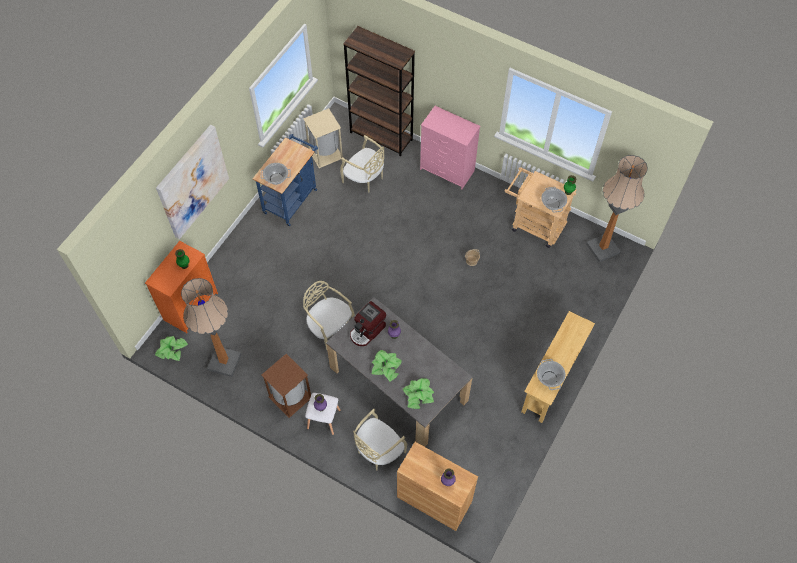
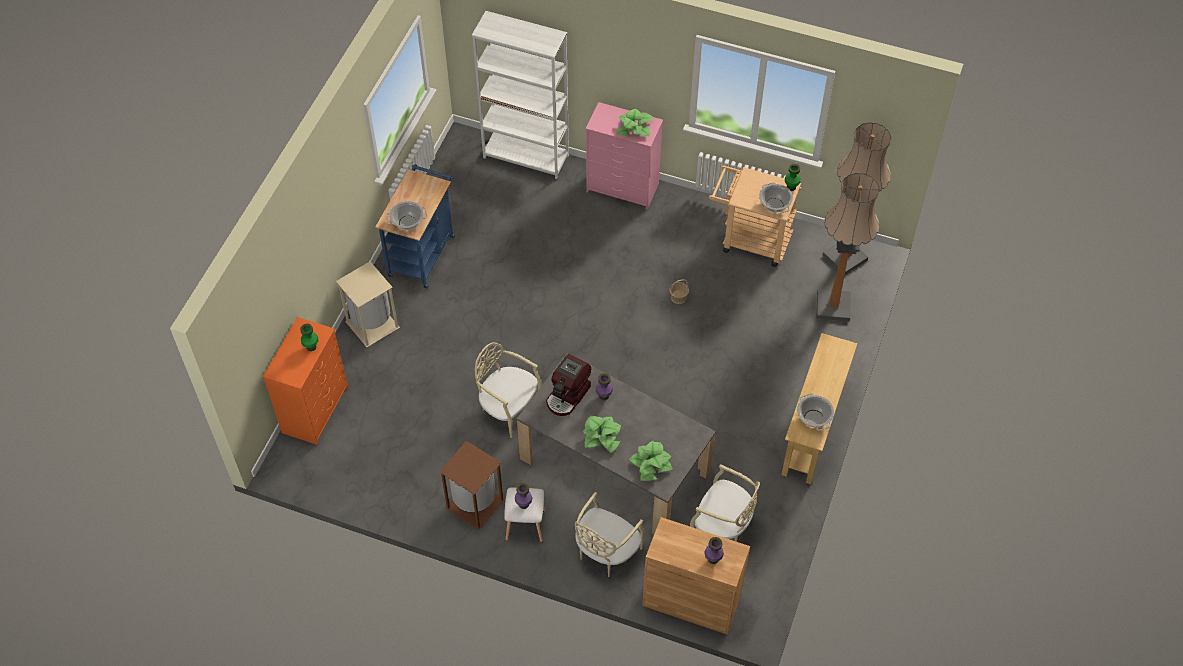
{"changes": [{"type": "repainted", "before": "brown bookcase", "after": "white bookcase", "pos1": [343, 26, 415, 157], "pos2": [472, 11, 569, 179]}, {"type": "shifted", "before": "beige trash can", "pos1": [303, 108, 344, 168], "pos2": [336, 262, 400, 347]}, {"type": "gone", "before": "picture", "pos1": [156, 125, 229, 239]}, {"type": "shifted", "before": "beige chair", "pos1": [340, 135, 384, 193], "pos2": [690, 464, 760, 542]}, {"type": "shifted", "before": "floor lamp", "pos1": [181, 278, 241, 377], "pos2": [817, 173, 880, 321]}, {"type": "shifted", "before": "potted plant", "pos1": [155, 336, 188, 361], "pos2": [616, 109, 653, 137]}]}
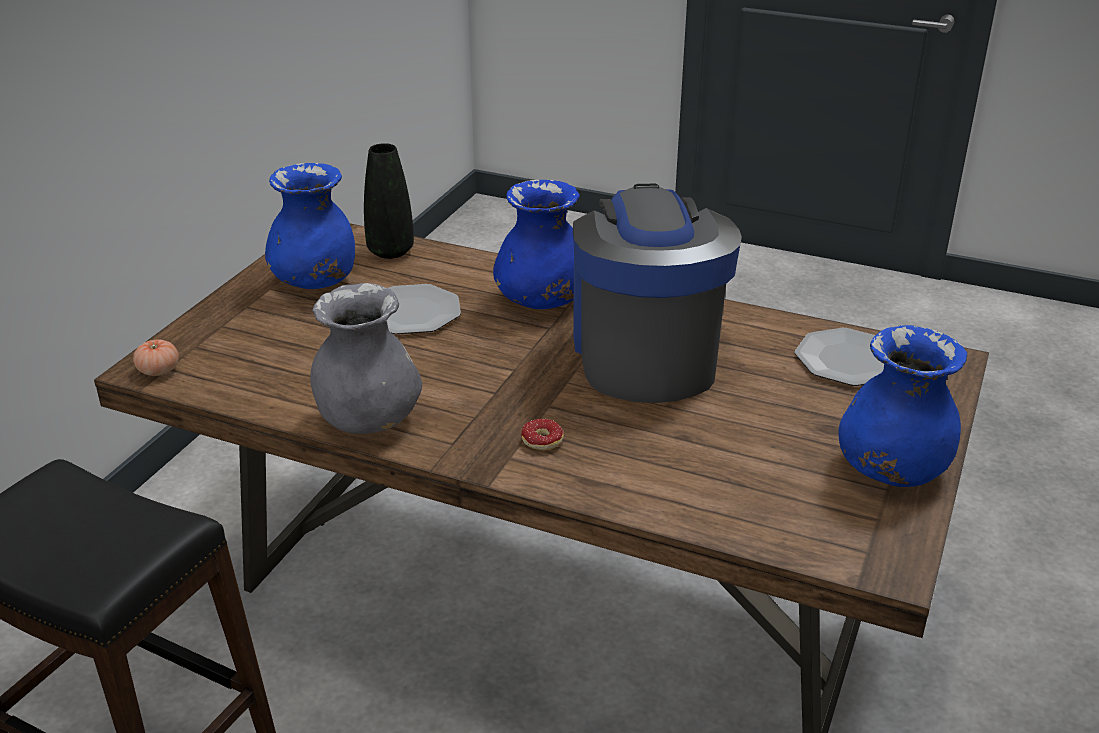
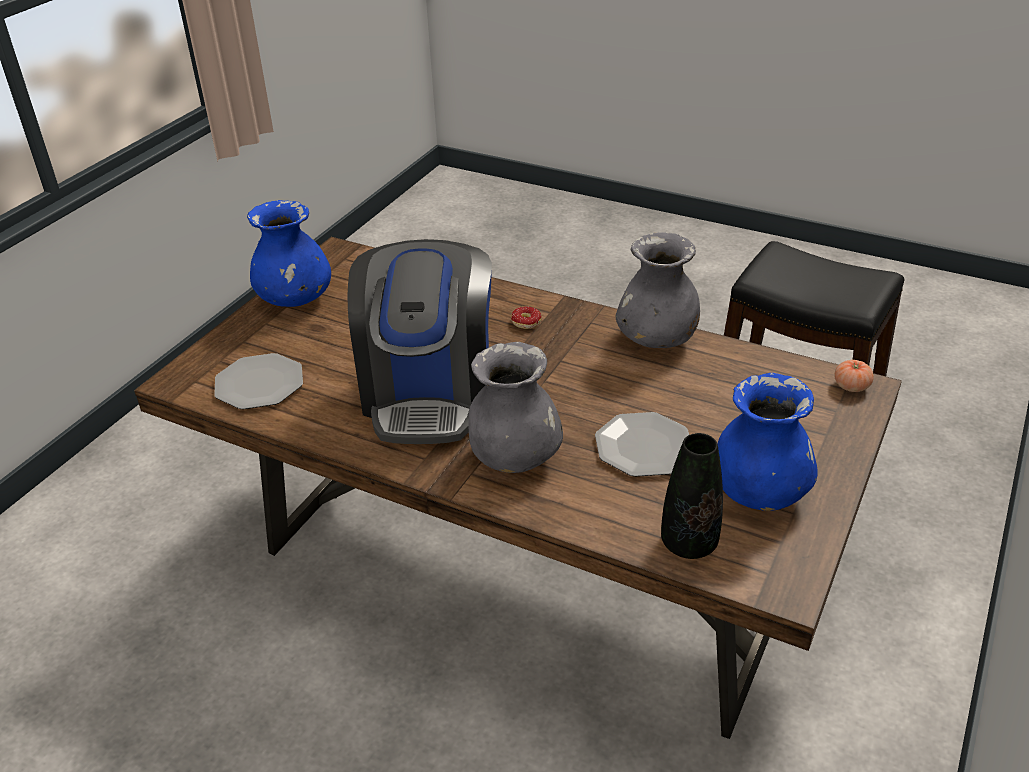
{"changes": [{"type": "repainted", "before": "blue vase", "after": "grey vase", "pos1": [493, 180, 580, 309], "pos2": [468, 342, 563, 473]}]}
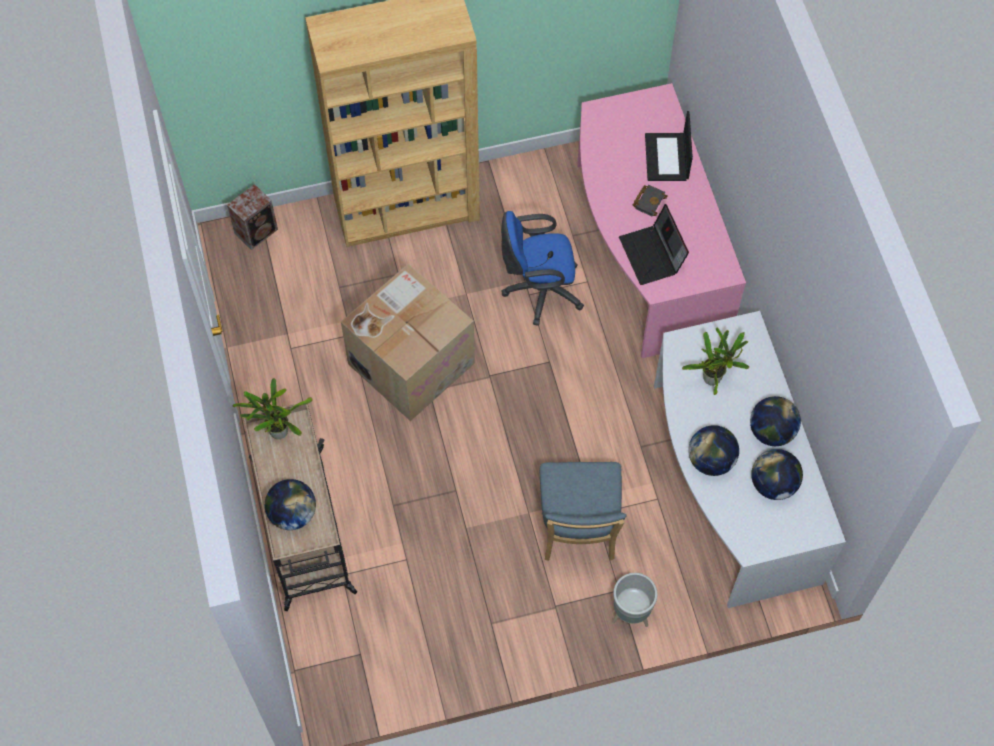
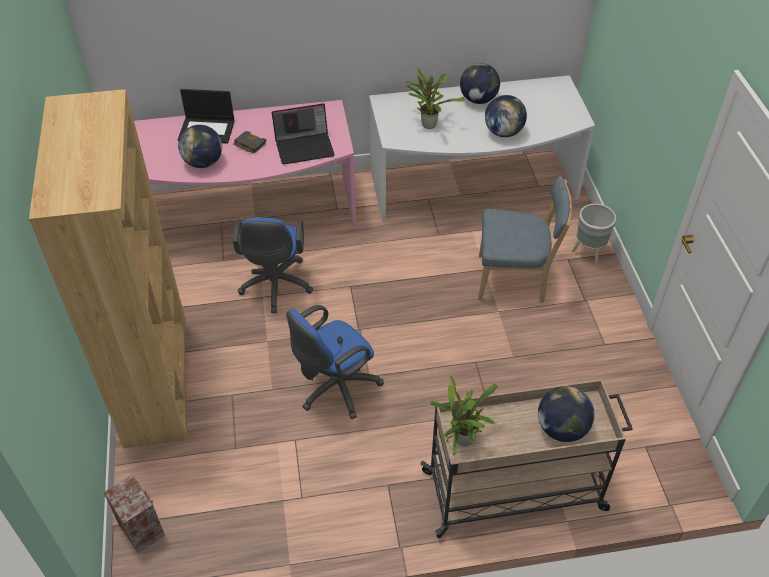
{"changes": [{"type": "swapped", "before": "cardboard box", "after": "blue office chair", "pos1": [341, 264, 475, 421], "pos2": [286, 305, 384, 419]}, {"type": "shifted", "before": "globe", "pos1": [751, 449, 803, 500], "pos2": [178, 125, 222, 168]}]}
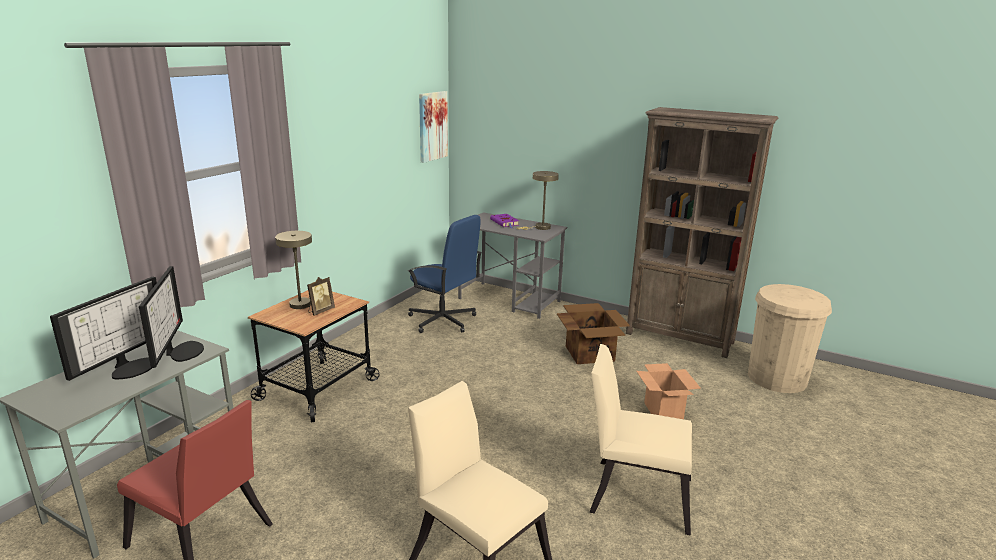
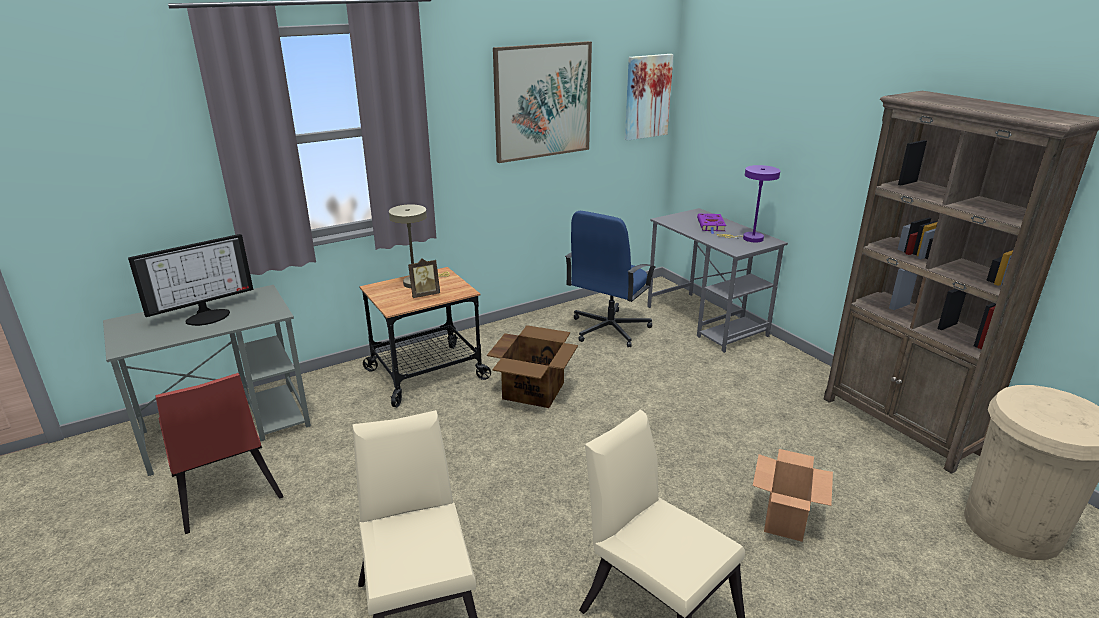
{"changes": [{"type": "repainted", "before": "beige table lamp", "after": "purple table lamp", "pos1": [517, 171, 559, 230], "pos2": [717, 165, 780, 243]}, {"type": "rotated", "before": "blue office chair", "pos1": [408, 215, 482, 333], "pos2": [565, 211, 656, 348], "turn": 60}, {"type": "gone", "before": "monitor", "pos1": [139, 266, 204, 368]}, {"type": "shifted", "before": "cardboard box", "pos1": [557, 303, 630, 364], "pos2": [487, 325, 578, 408]}, {"type": "new", "after": "picture", "pos2": [493, 41, 592, 163]}]}
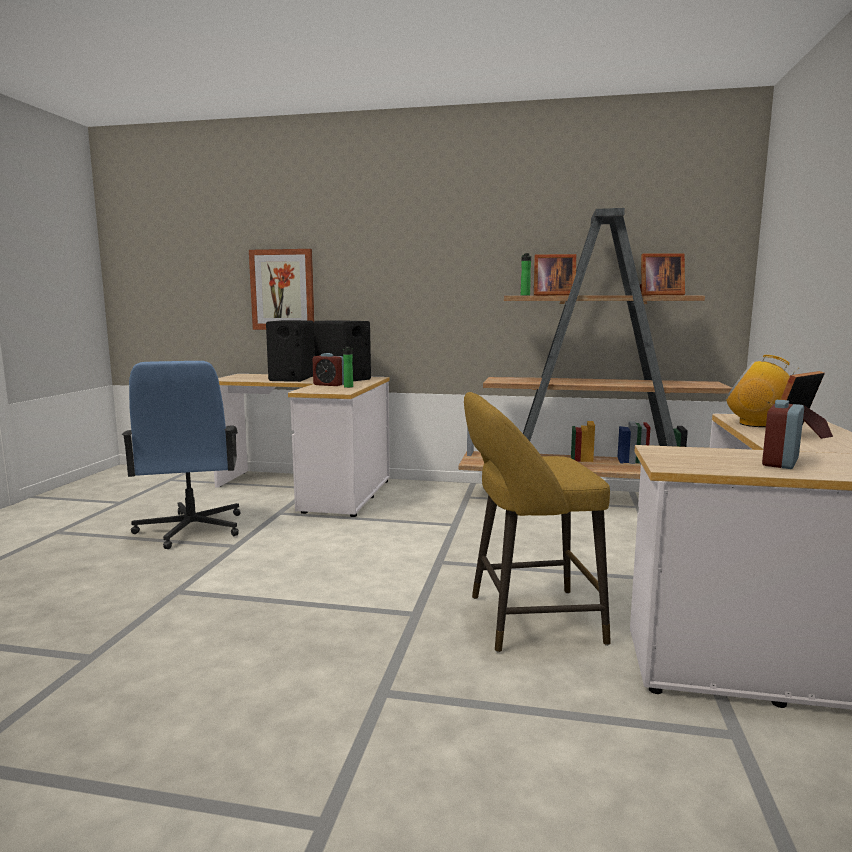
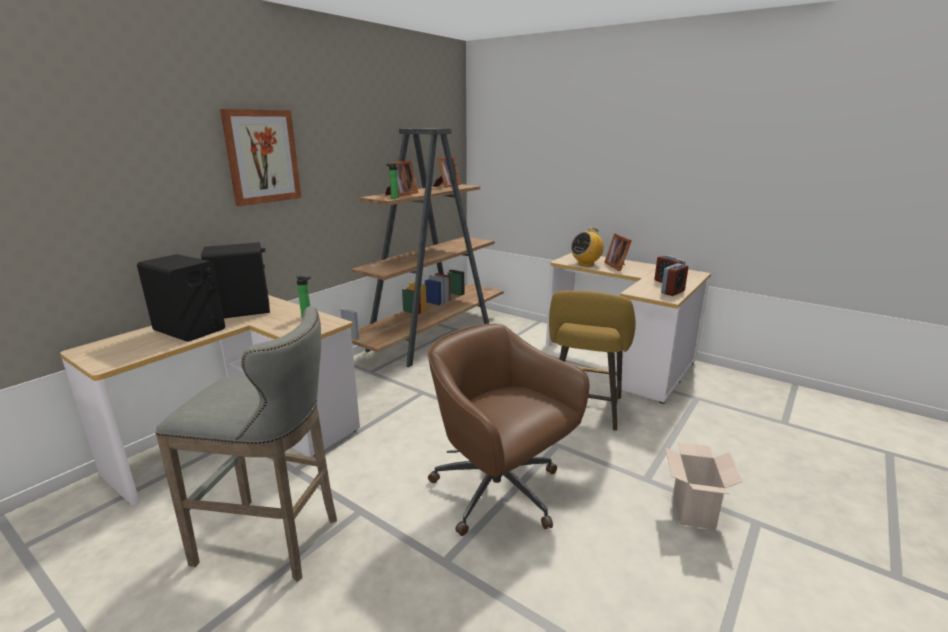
{"changes": [{"type": "shifted", "before": "picture", "pos1": [249, 249, 314, 330], "pos2": [220, 109, 301, 206]}, {"type": "shifted", "before": "alarm clock", "pos1": [313, 353, 344, 386], "pos2": [661, 263, 688, 296]}, {"type": "swapped", "before": "blue office chair", "after": "grey stool", "pos1": [122, 361, 241, 549], "pos2": [156, 306, 337, 582]}, {"type": "new", "after": "brown office chair", "pos2": [428, 324, 589, 536]}, {"type": "new", "after": "cardboard box", "pos2": [665, 443, 742, 530]}]}
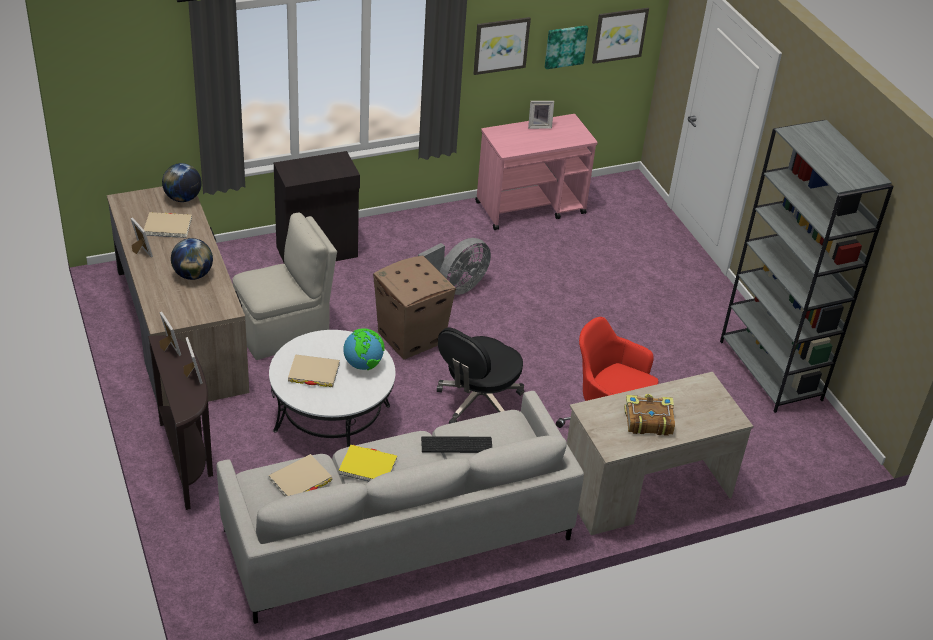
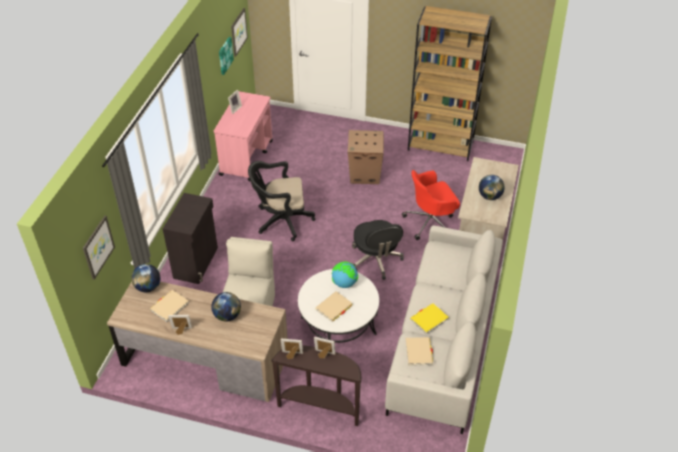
{"changes": [{"type": "shifted", "before": "picture", "pos1": [473, 17, 531, 75], "pos2": [83, 216, 115, 280]}, {"type": "repainted", "before": "grey bookcase", "after": "brown bookcase", "pos1": [720, 120, 894, 413], "pos2": [408, 6, 492, 161]}, {"type": "swapped", "before": "grey fan", "after": "black office chair", "pos1": [418, 238, 491, 295], "pos2": [248, 161, 315, 241]}, {"type": "shifted", "before": "cardboard box", "pos1": [373, 256, 456, 359], "pos2": [348, 130, 384, 184]}, {"type": "swapped", "before": "book", "after": "globe", "pos1": [624, 394, 675, 436], "pos2": [479, 175, 505, 200]}, {"type": "gone", "before": "keyboard", "pos1": [421, 436, 492, 453]}]}
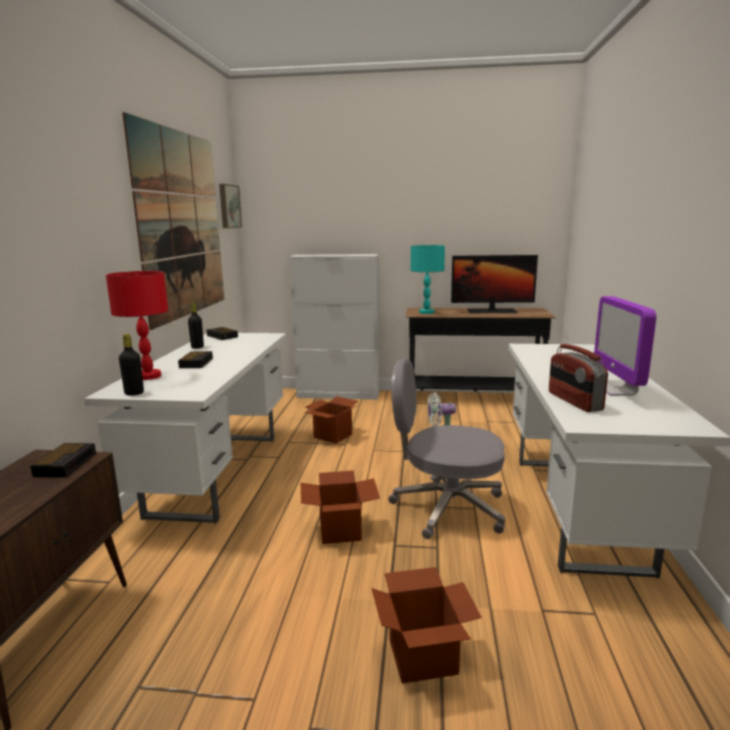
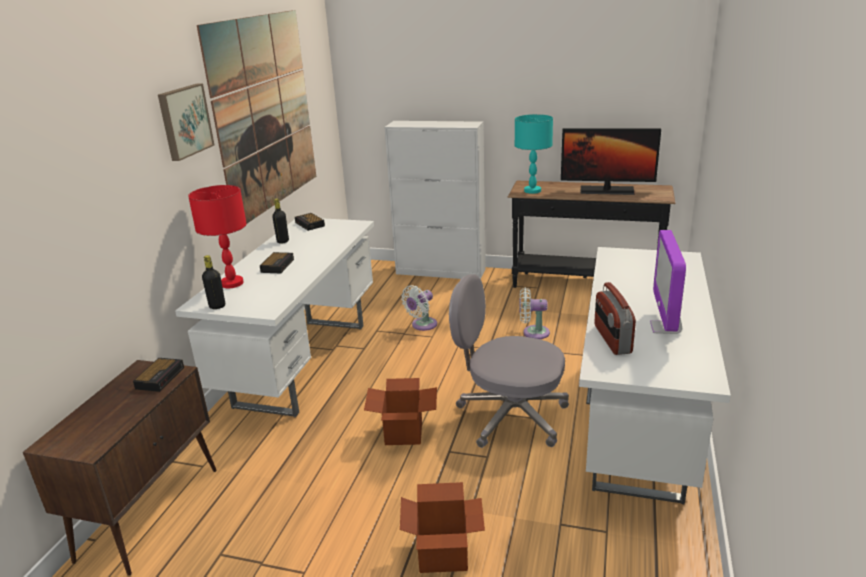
{"changes": [{"type": "shifted", "before": "picture", "pos1": [219, 184, 242, 228], "pos2": [158, 84, 214, 161]}, {"type": "swapped", "before": "cardboard box", "after": "white fan", "pos1": [304, 396, 358, 444], "pos2": [401, 285, 437, 331]}]}
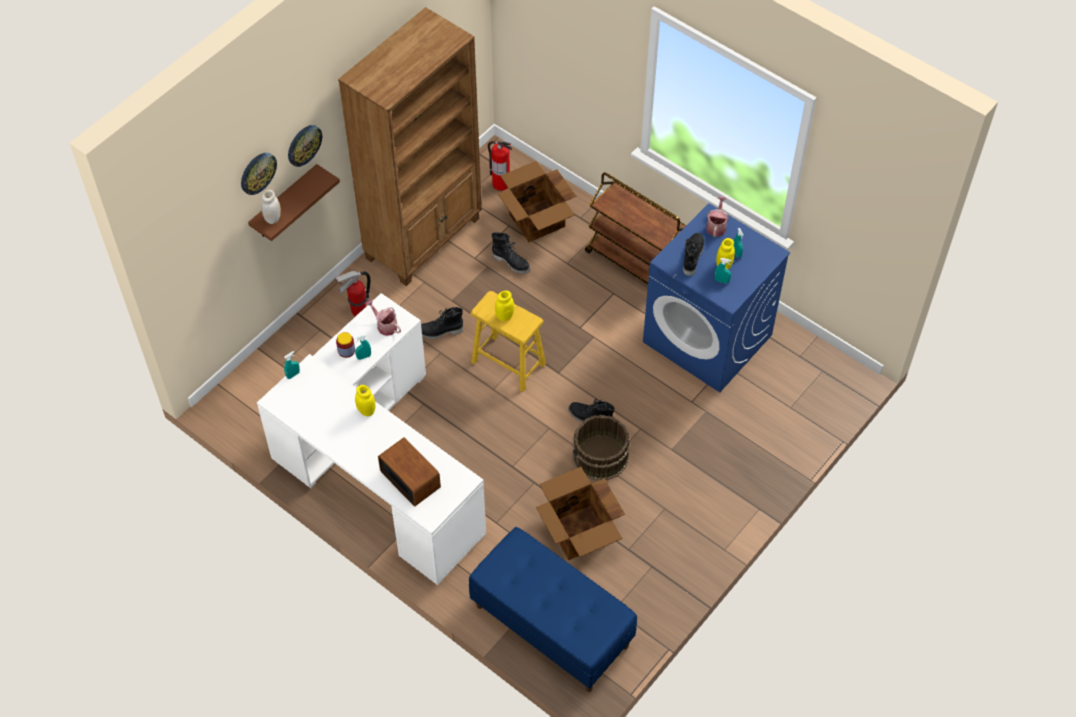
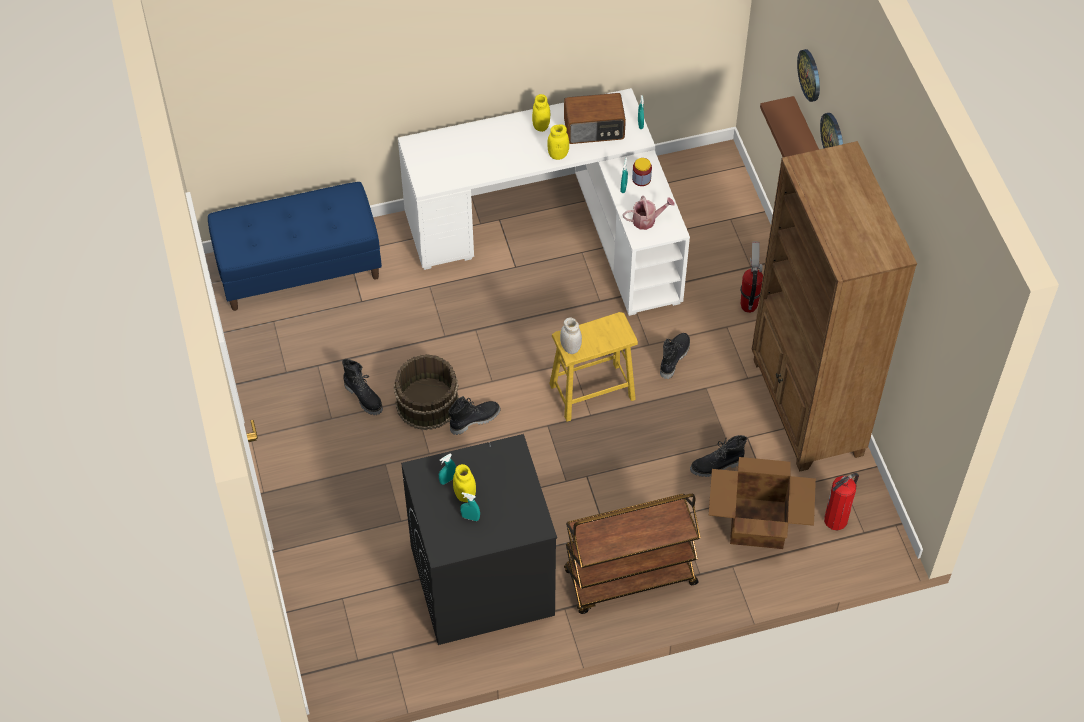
{"changes": [{"type": "shifted", "before": "white jar", "pos1": [261, 190, 281, 224], "pos2": [560, 318, 582, 354]}, {"type": "gone", "before": "watering can", "pos1": [706, 196, 729, 238]}, {"type": "repainted", "before": "blue washing machine", "after": "black washing machine", "pos1": [643, 203, 790, 392], "pos2": [401, 434, 557, 645]}, {"type": "shifted", "before": "black boot", "pos1": [683, 233, 704, 276], "pos2": [342, 359, 383, 415]}, {"type": "shifted", "before": "yellow jar", "pos1": [495, 290, 514, 321], "pos2": [532, 94, 550, 132]}, {"type": "shifted", "before": "radio", "pos1": [378, 437, 441, 507], "pos2": [564, 93, 626, 144]}, {"type": "gone", "before": "cardboard box", "pos1": [536, 467, 625, 560]}]}
